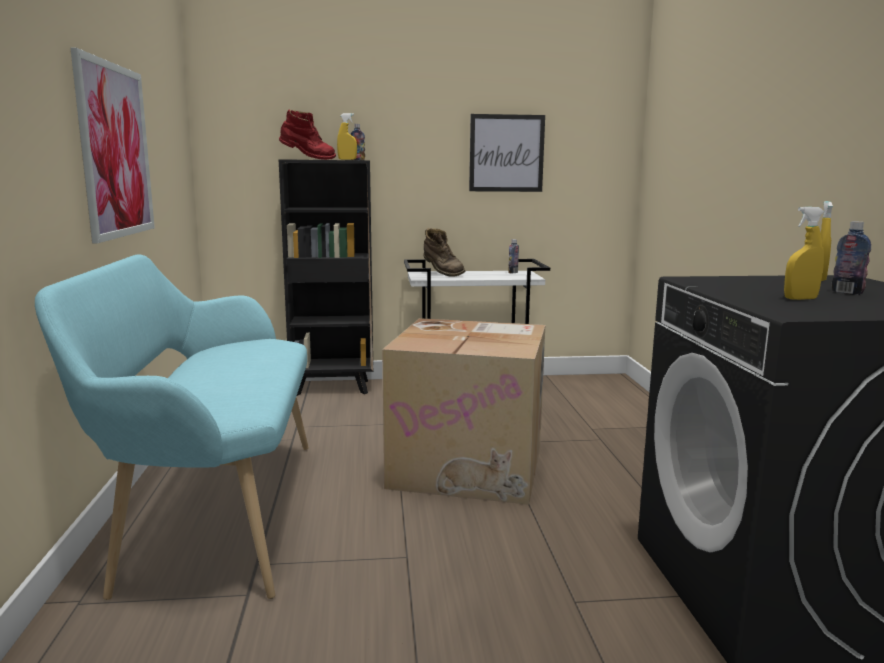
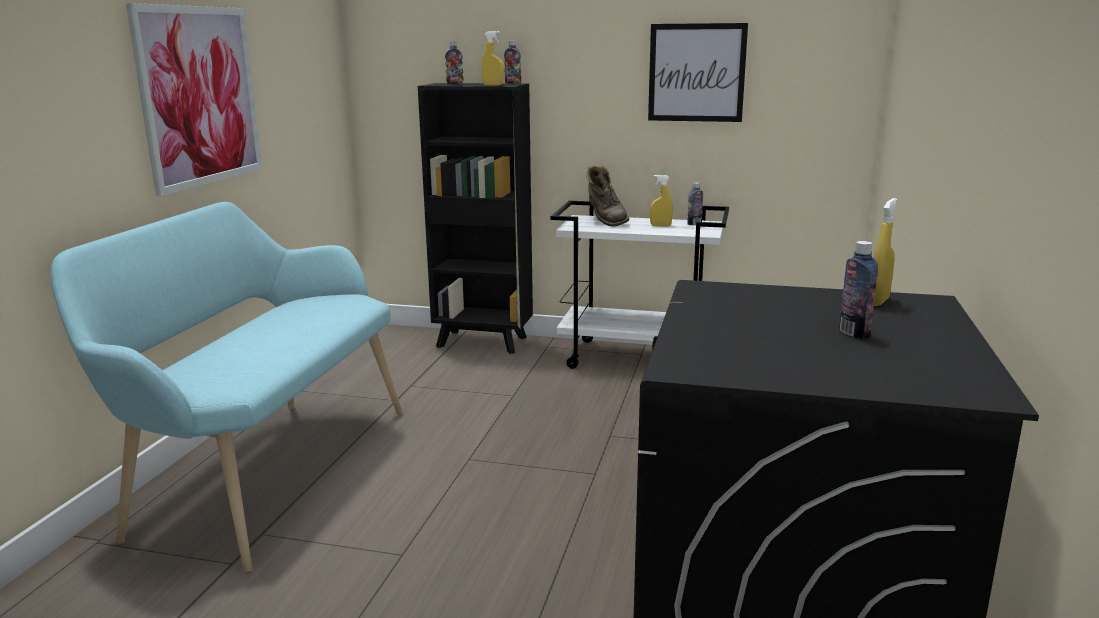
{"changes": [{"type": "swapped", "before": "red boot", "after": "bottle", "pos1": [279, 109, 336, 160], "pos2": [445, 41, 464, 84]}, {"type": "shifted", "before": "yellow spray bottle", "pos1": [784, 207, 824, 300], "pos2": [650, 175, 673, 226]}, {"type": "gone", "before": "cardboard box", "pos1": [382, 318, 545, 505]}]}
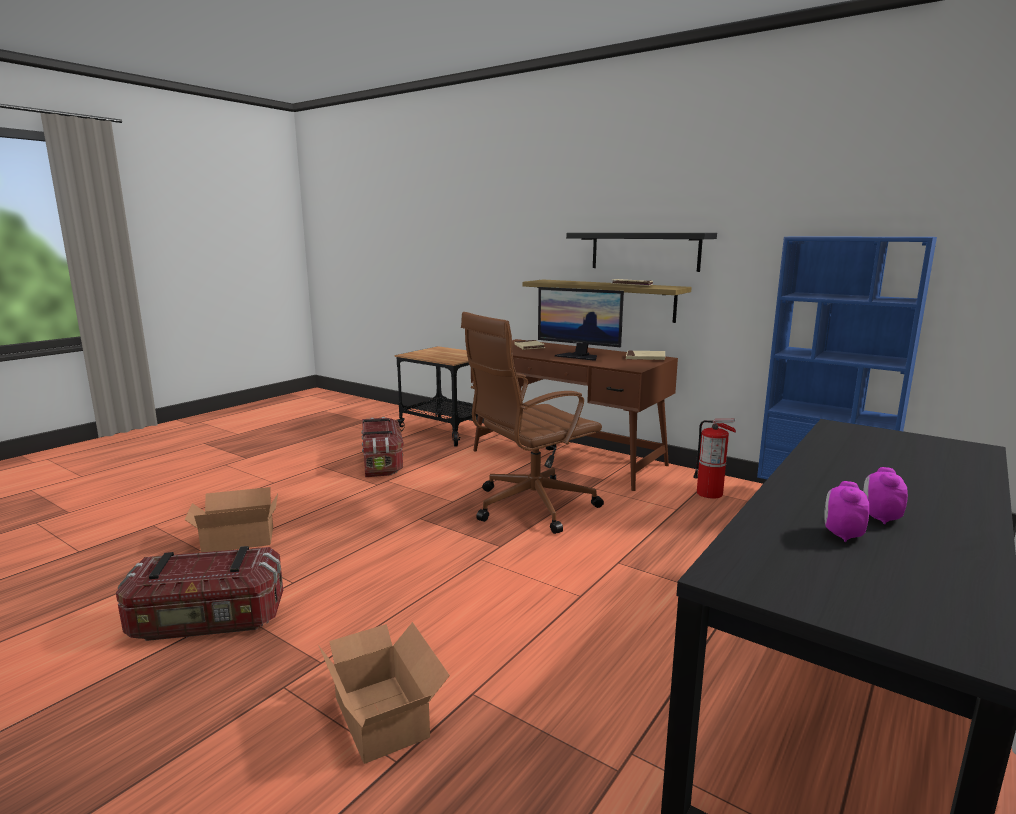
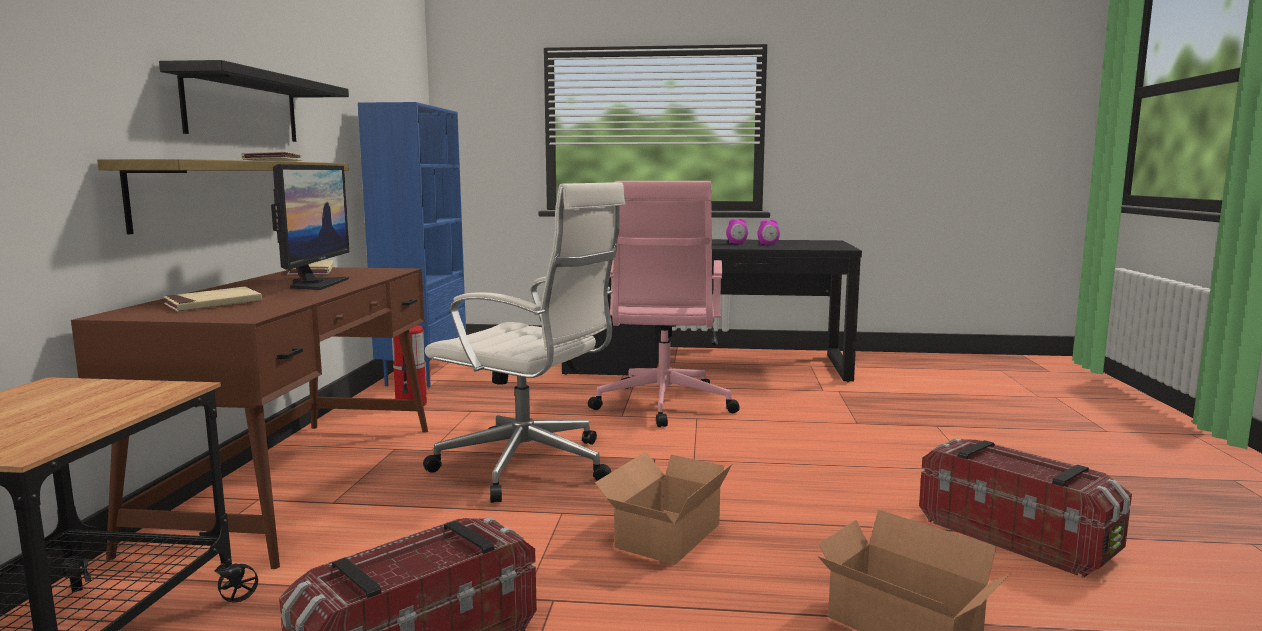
{"changes": [{"type": "repainted", "before": "brown office chair", "after": "white office chair", "pos1": [461, 312, 604, 534], "pos2": [423, 182, 625, 503]}, {"type": "shifted", "before": "cardboard box", "pos1": [318, 622, 450, 764], "pos2": [595, 452, 732, 565]}, {"type": "new", "after": "pink office chair", "pos2": [588, 181, 740, 427]}]}
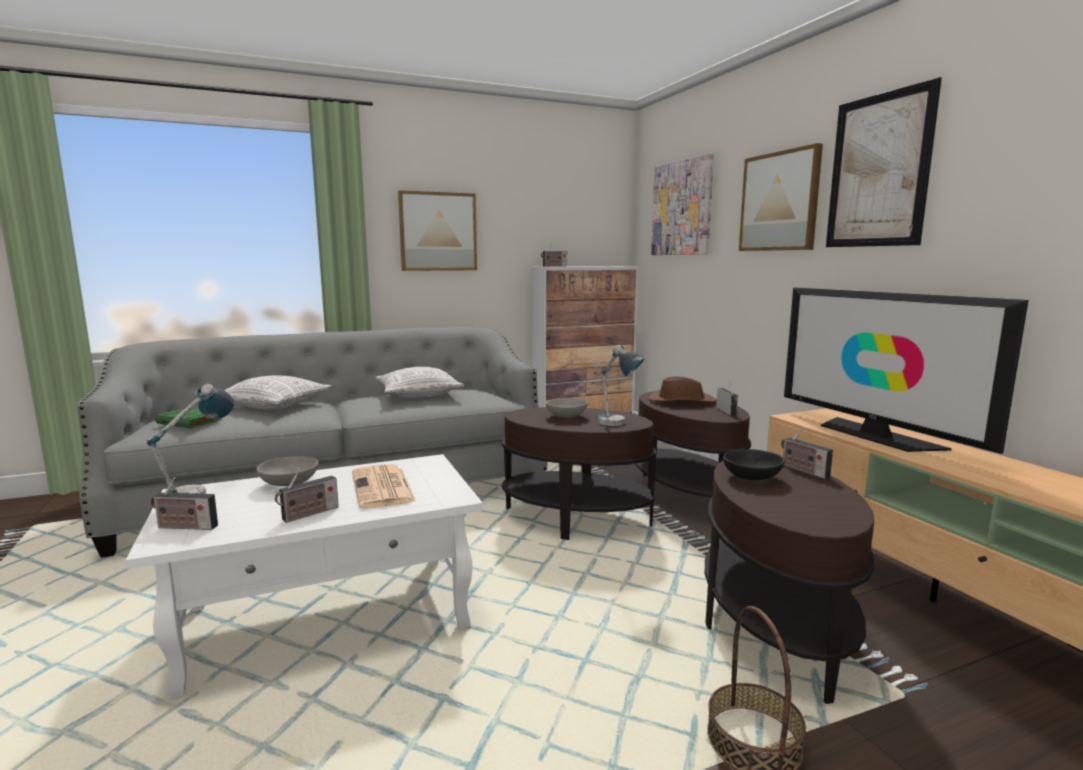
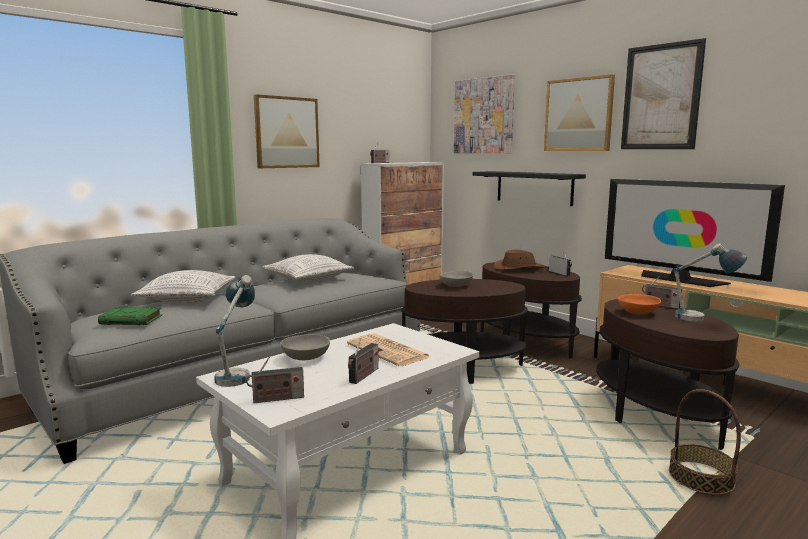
{"changes": [{"type": "shifted", "before": "table lamp", "pos1": [598, 345, 645, 426], "pos2": [673, 243, 747, 322]}, {"type": "repainted", "before": "black bowl", "after": "orange bowl", "pos1": [723, 449, 785, 480], "pos2": [618, 294, 661, 314]}, {"type": "new", "after": "black shelf", "pos2": [472, 171, 586, 206]}]}
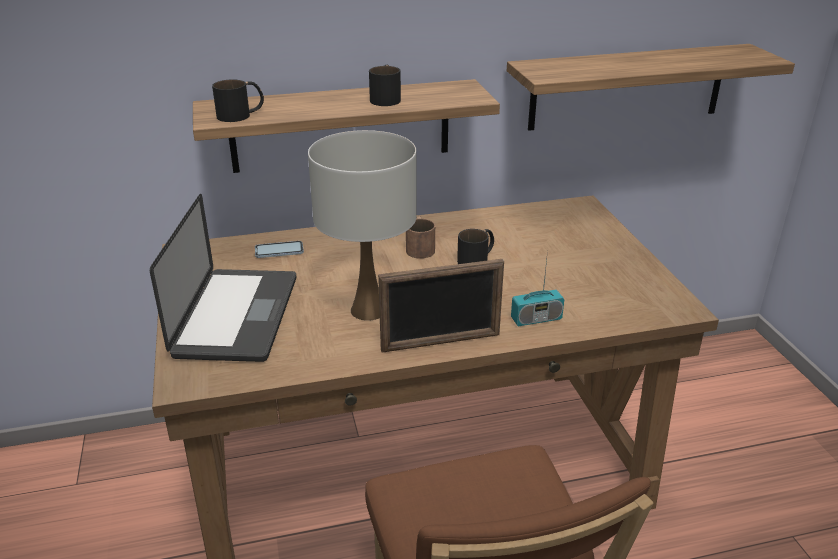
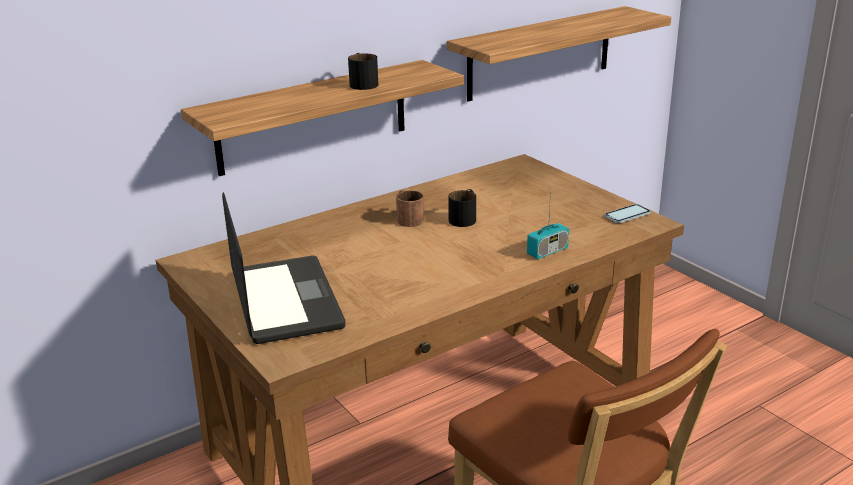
{"changes": [{"type": "gone", "before": "black mug", "pos1": [212, 79, 264, 122]}, {"type": "gone", "before": "white table lamp", "pos1": [308, 130, 417, 321]}, {"type": "shifted", "before": "phone", "pos1": [255, 241, 304, 258], "pos2": [605, 204, 650, 223]}, {"type": "gone", "before": "picture frame", "pos1": [378, 259, 504, 353]}]}
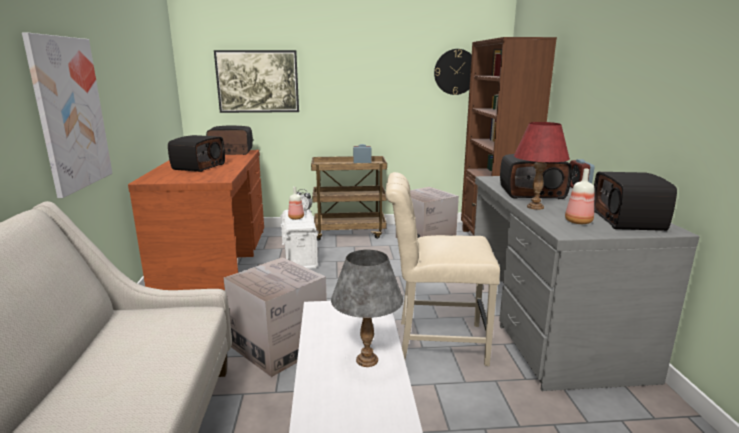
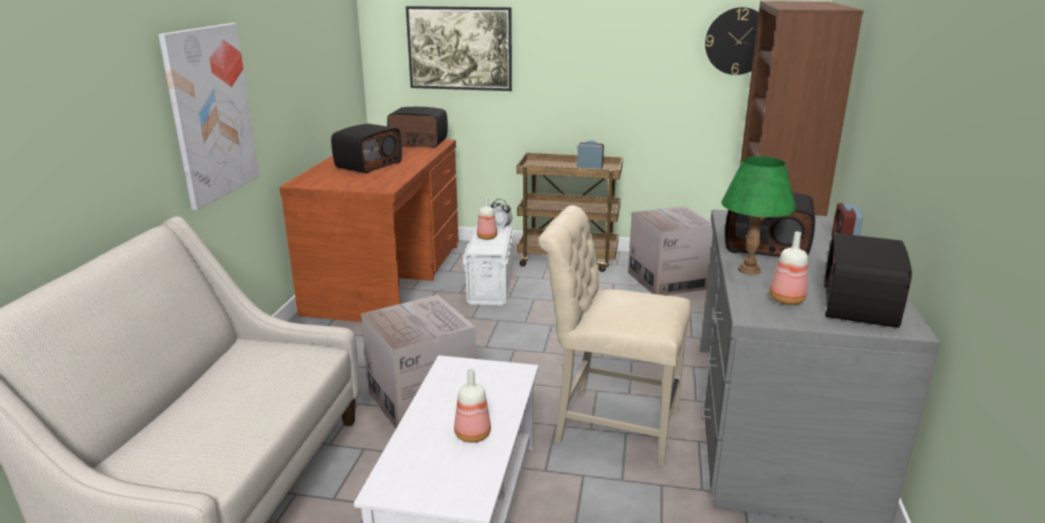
{"changes": [{"type": "repainted", "before": "red table lamp", "after": "green table lamp", "pos1": [514, 122, 570, 210], "pos2": [721, 156, 796, 275]}, {"type": "swapped", "before": "grey table lamp", "after": "bottle", "pos1": [331, 250, 403, 367], "pos2": [454, 369, 491, 443]}]}
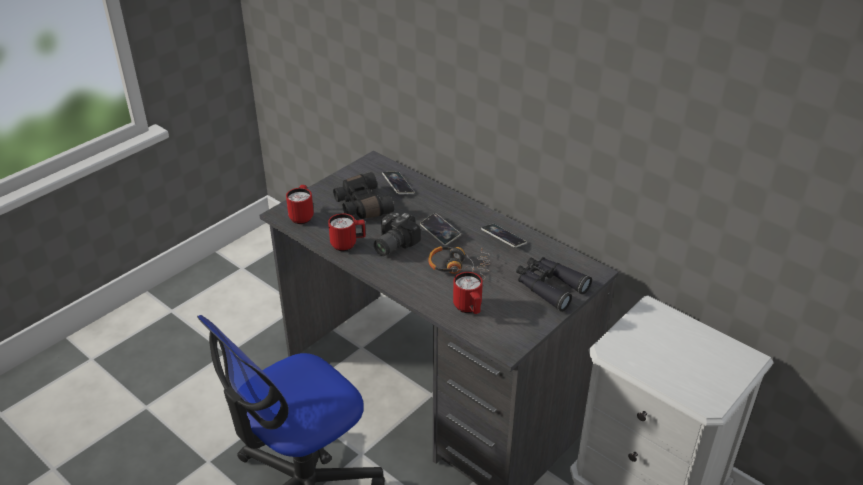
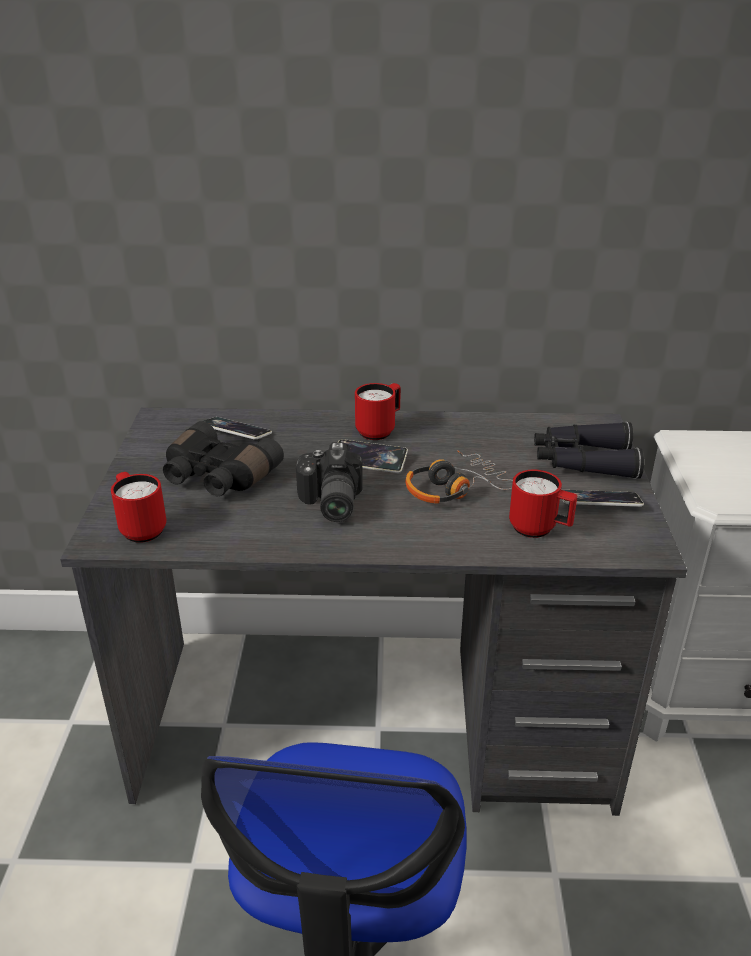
{"changes": [{"type": "shifted", "before": "red mug", "pos1": [328, 213, 366, 251], "pos2": [355, 383, 401, 440]}, {"type": "shifted", "before": "phone", "pos1": [481, 224, 527, 248], "pos2": [562, 490, 644, 507]}]}
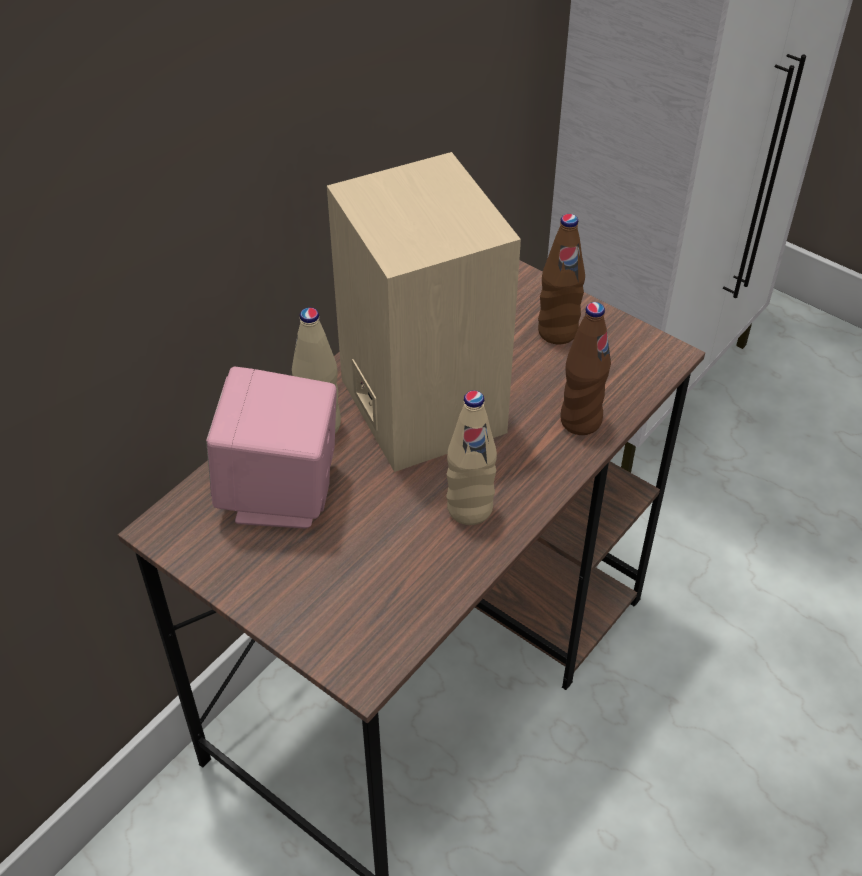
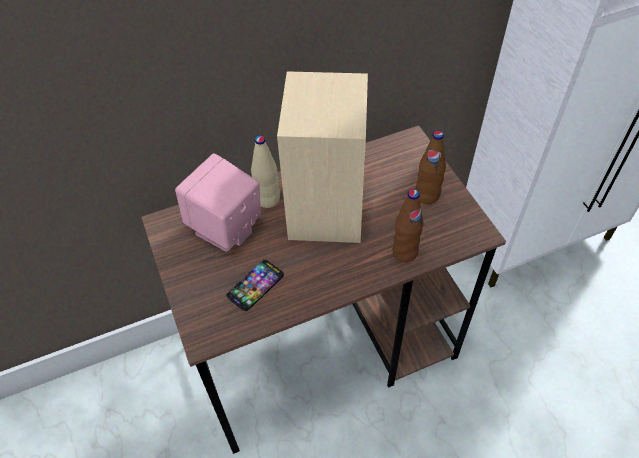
{"changes": [{"type": "gone", "before": "beige bottle", "pos1": [446, 390, 497, 525]}, {"type": "new", "after": "phone", "pos2": [227, 260, 284, 311]}]}
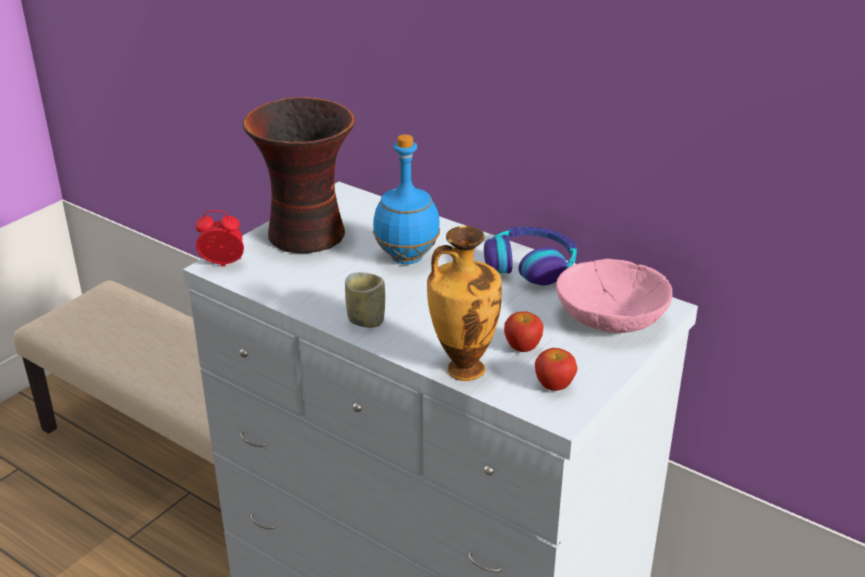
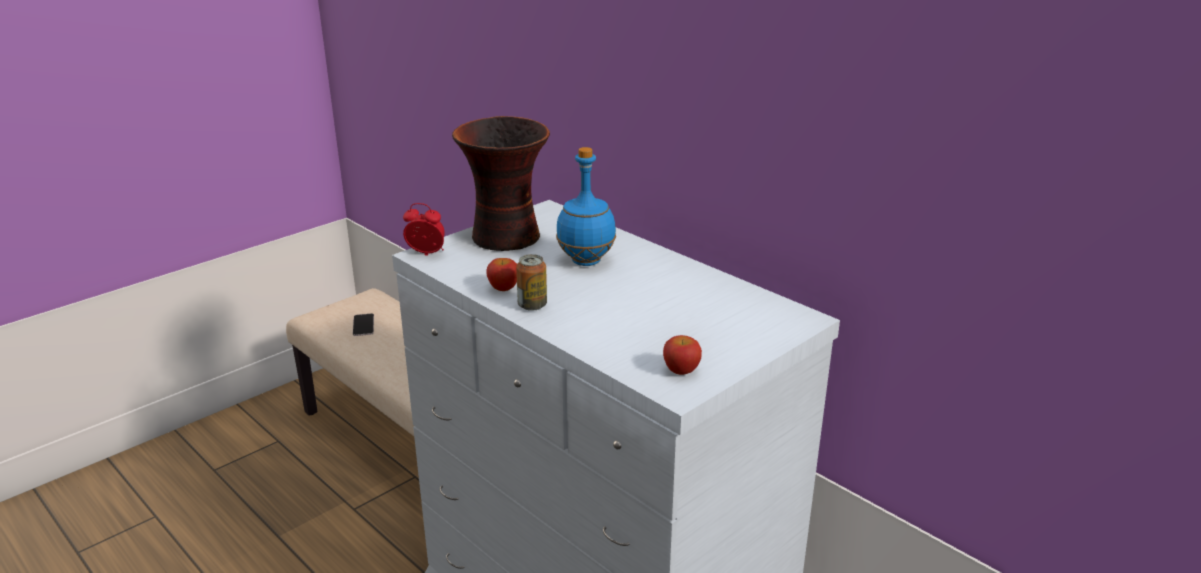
{"changes": [{"type": "gone", "before": "vase", "pos1": [427, 226, 502, 381]}, {"type": "gone", "before": "headphones", "pos1": [484, 227, 577, 285]}, {"type": "gone", "before": "pink bowl", "pos1": [556, 259, 673, 333]}, {"type": "swapped", "before": "cup", "after": "can", "pos1": [345, 272, 385, 328], "pos2": [516, 254, 547, 311]}, {"type": "shifted", "before": "apple", "pos1": [504, 311, 544, 352], "pos2": [486, 258, 517, 291]}, {"type": "new", "after": "phone", "pos2": [353, 313, 374, 336]}]}
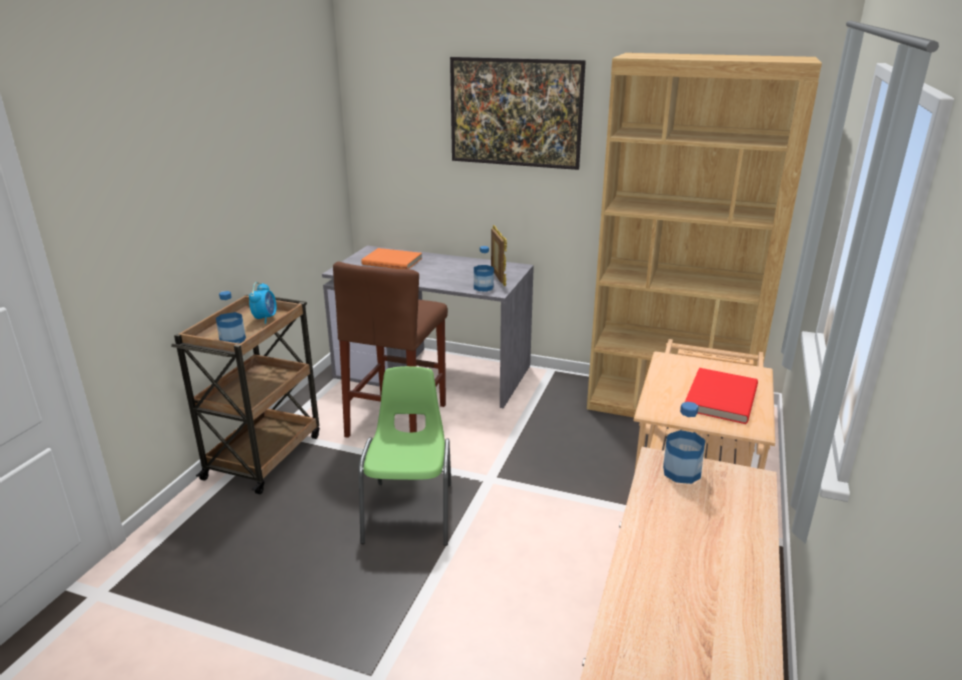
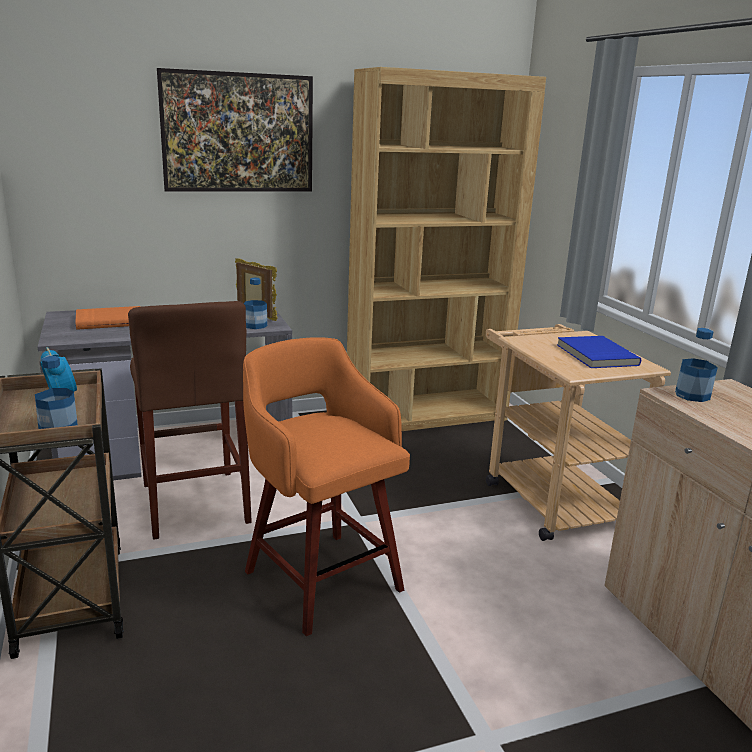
{"changes": [{"type": "swapped", "before": "green chair", "after": "orange stool", "pos1": [359, 366, 451, 546], "pos2": [243, 337, 410, 636]}, {"type": "repainted", "before": "red book", "after": "blue book", "pos1": [685, 368, 758, 424], "pos2": [557, 336, 641, 368]}]}
